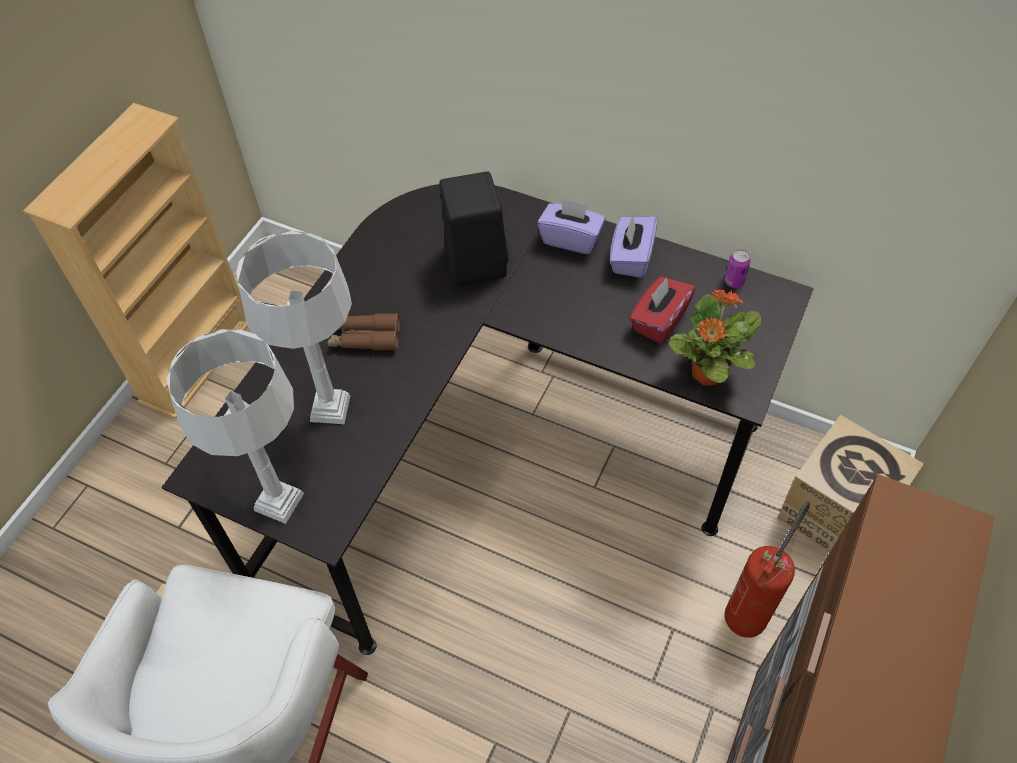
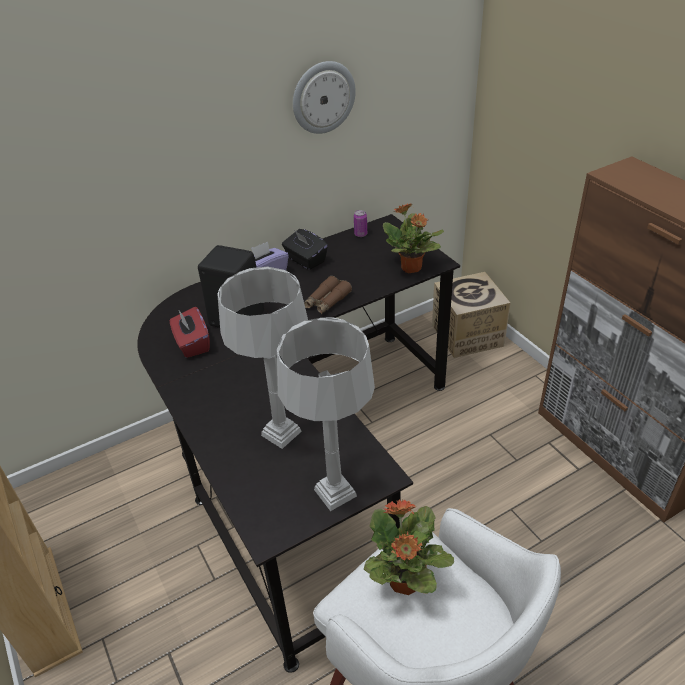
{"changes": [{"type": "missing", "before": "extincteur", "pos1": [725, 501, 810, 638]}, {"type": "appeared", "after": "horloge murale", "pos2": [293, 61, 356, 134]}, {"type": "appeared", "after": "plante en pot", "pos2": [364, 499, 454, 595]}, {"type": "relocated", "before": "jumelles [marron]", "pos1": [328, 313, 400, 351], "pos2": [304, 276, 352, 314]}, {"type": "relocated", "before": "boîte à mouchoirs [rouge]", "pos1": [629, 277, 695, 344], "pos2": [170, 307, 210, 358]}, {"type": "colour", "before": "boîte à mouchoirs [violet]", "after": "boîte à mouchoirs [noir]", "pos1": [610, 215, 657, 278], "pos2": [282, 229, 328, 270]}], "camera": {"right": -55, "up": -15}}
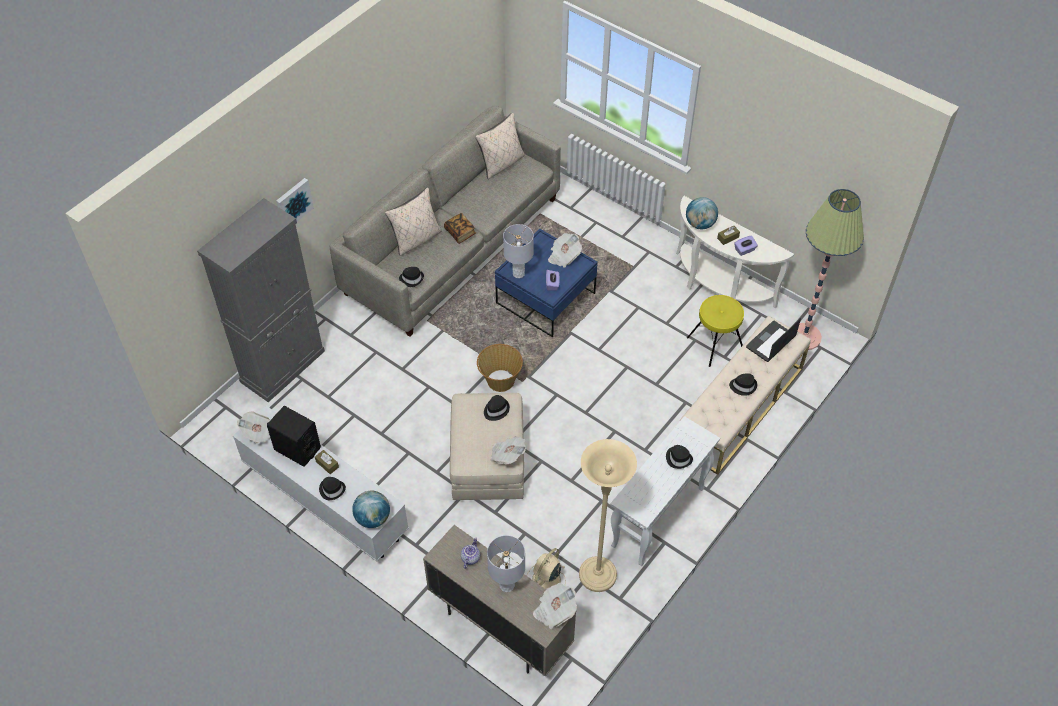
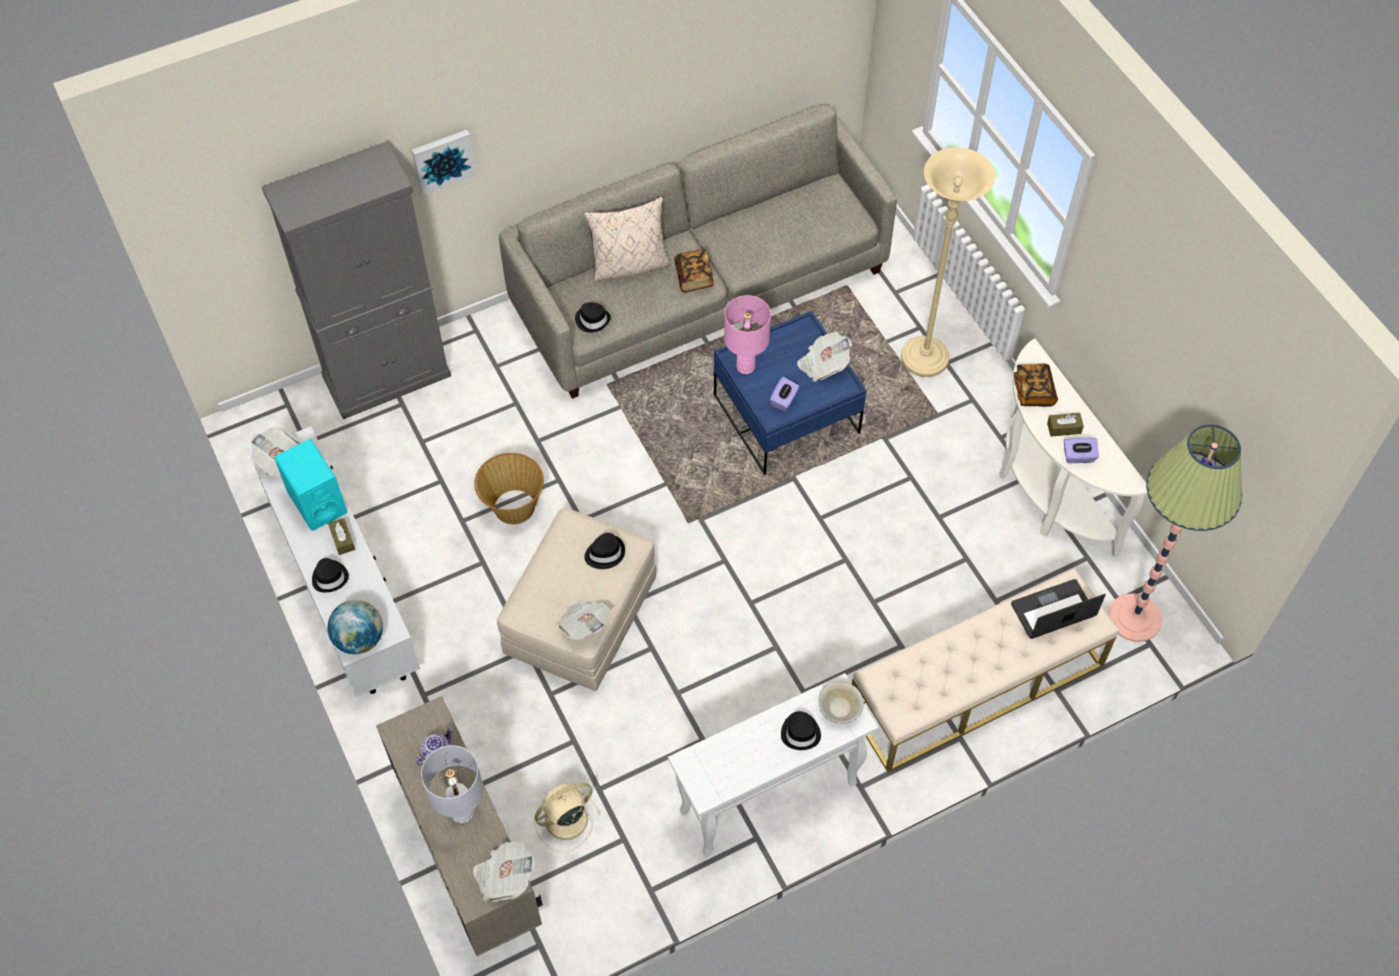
{"changes": [{"type": "missing", "before": "coussin [beige]", "pos1": [475, 113, 525, 179]}, {"type": "missing", "before": "tabouret [jaune]", "pos1": [687, 295, 744, 367]}, {"type": "missing", "before": "chapeau [noir]", "pos1": [729, 373, 757, 396]}, {"type": "appeared", "after": "bol [beige]", "pos2": [818, 682, 864, 724]}, {"type": "relocated", "before": "panier", "pos1": [477, 344, 523, 392], "pos2": [474, 453, 544, 524]}, {"type": "relocated", "before": "lampadaire [beige]", "pos1": [579, 439, 637, 592], "pos2": [901, 147, 995, 377]}, {"type": "exchanged", "before": "globe", "after": "livre", "pos1": [686, 197, 718, 230], "pos2": [1014, 364, 1058, 407]}, {"type": "colour", "before": "enceinte [noir]", "after": "enceinte [turquoise]", "pos1": [267, 406, 321, 467], "pos2": [274, 439, 347, 531]}, {"type": "colour", "before": "lampe de table [gris]", "after": "lampe de table [rose]", "pos1": [503, 224, 534, 278], "pos2": [724, 295, 771, 374]}], "camera": {"right": 25, "up": 5}}
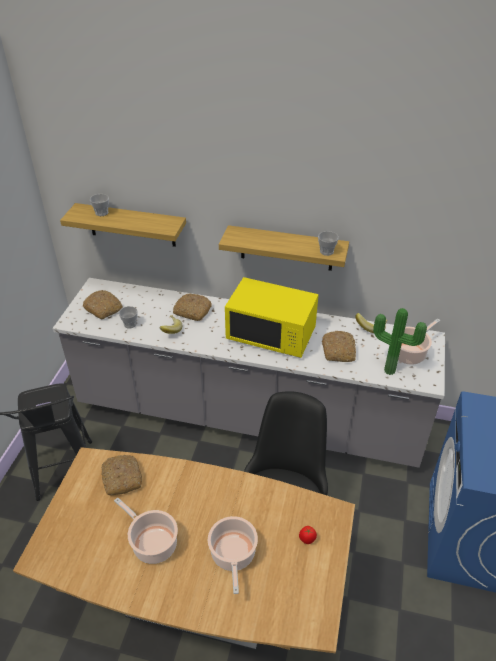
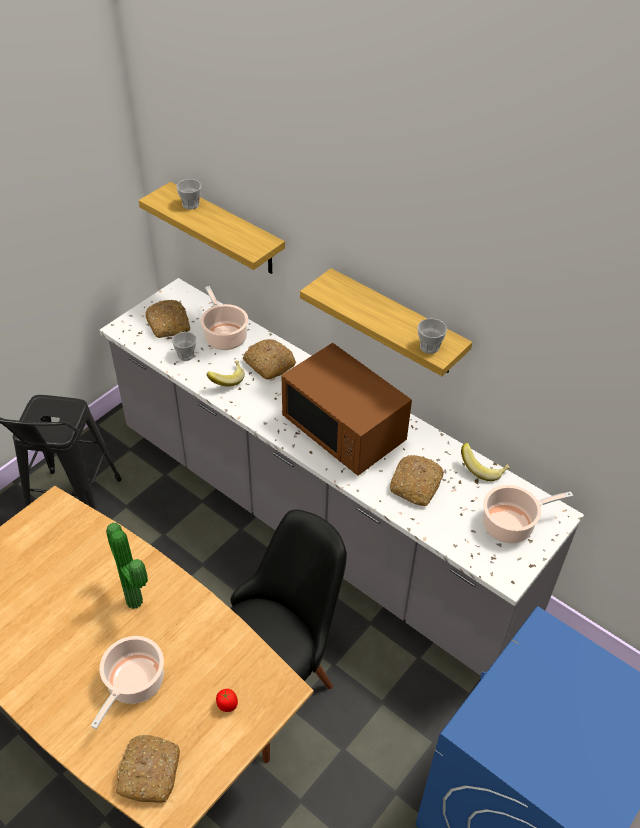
{"changes": [{"type": "relocated", "before": "pain", "pos1": [101, 455, 142, 495], "pos2": [116, 735, 180, 803]}, {"type": "relocated", "before": "marmite", "pos1": [114, 497, 178, 564], "pos2": [201, 286, 248, 350]}, {"type": "relocated", "before": "plante en pot", "pos1": [373, 308, 427, 375], "pos2": [106, 523, 148, 609]}, {"type": "colour", "before": "micro-ondes [jaune]", "after": "micro-ondes [marron]", "pos1": [225, 277, 319, 358], "pos2": [281, 343, 412, 476]}], "camera": {"right": 25, "up": 5}}
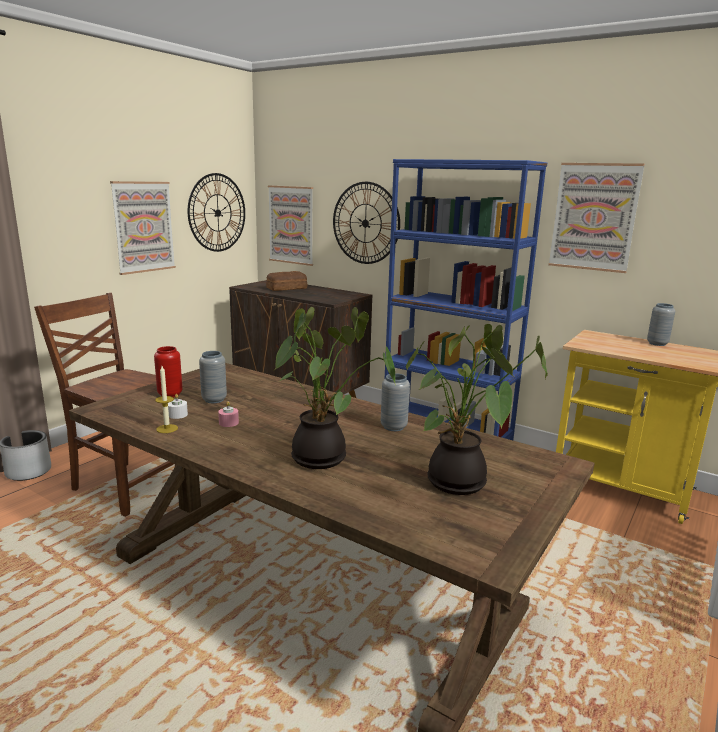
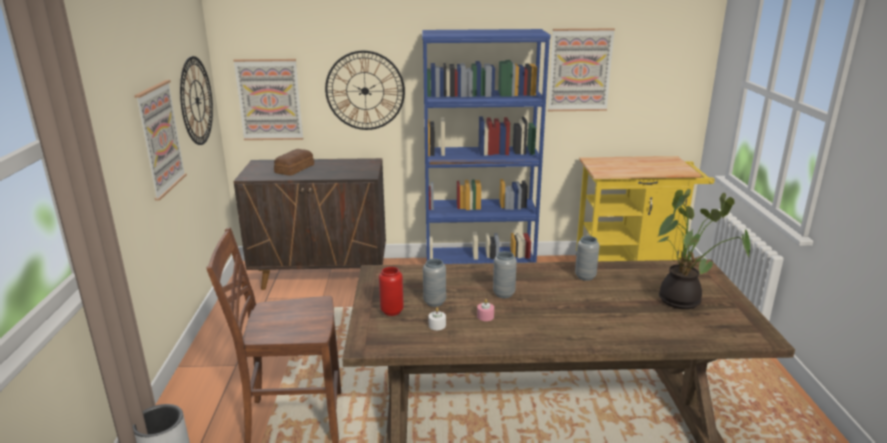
{"changes": [{"type": "missing", "before": "bougie", "pos1": [155, 366, 178, 433]}, {"type": "missing", "before": "plante en pot", "pos1": [274, 307, 396, 469]}, {"type": "relocated", "before": "vase [gris]", "pos1": [647, 303, 675, 346], "pos2": [493, 251, 517, 298]}], "camera": {"right": -35, "up": 5}}
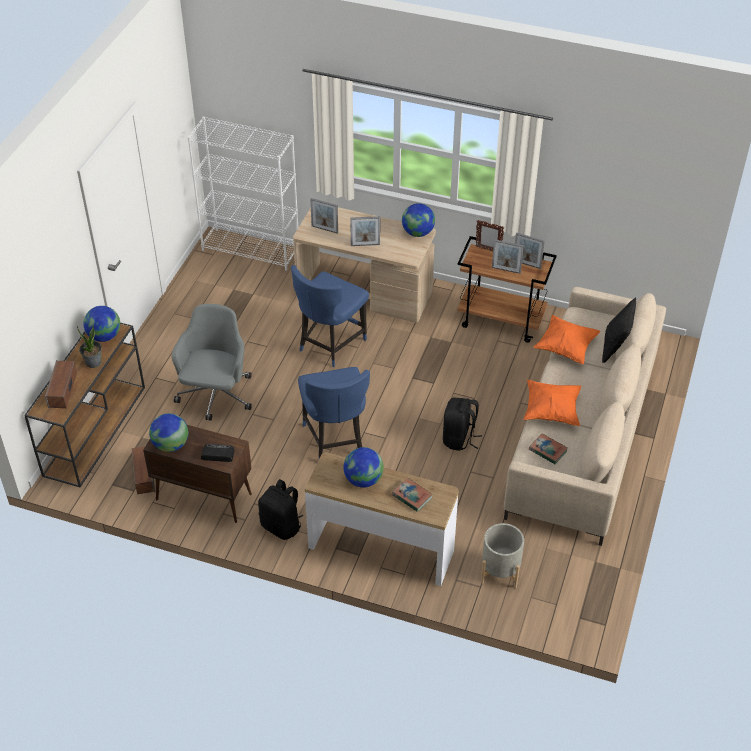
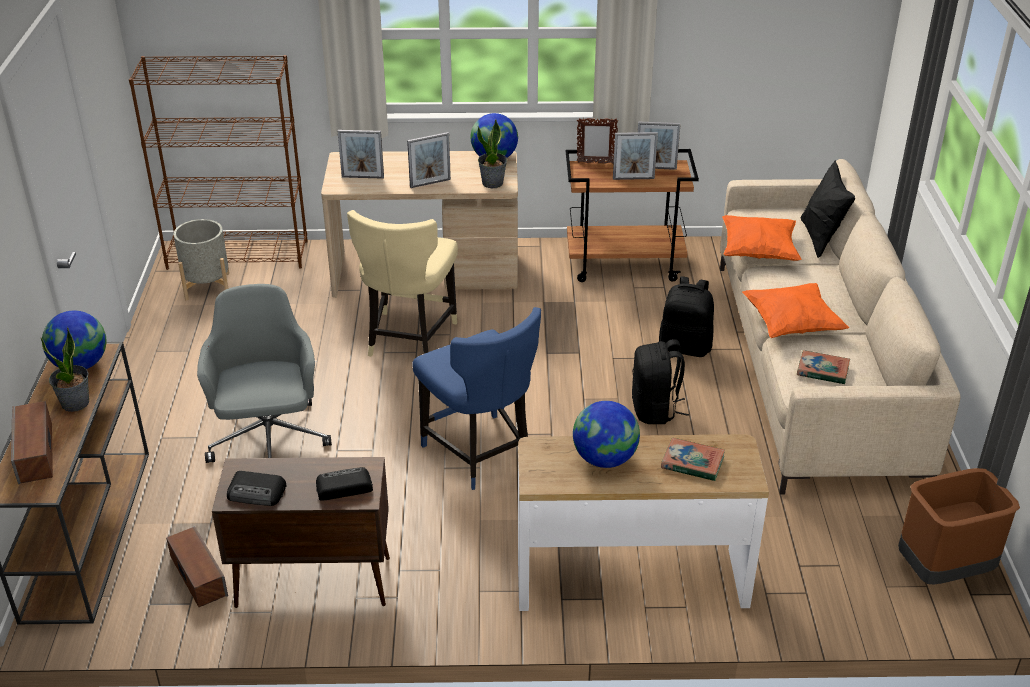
{"changes": [{"type": "appeared", "after": "plante en pot", "pos2": [477, 120, 507, 188]}, {"type": "appeared", "after": "poubelle [marron]", "pos2": [898, 468, 1020, 584]}, {"type": "relocated", "before": "sac à dos [noir]", "pos1": [258, 479, 303, 540], "pos2": [659, 276, 714, 357]}, {"type": "relocated", "before": "cache-pot [gris]", "pos1": [481, 523, 524, 588], "pos2": [174, 219, 229, 301]}, {"type": "exchanged", "before": "globe", "after": "radio", "pos1": [149, 413, 188, 452], "pos2": [227, 471, 287, 506]}, {"type": "colour", "before": "bibliothèque [blanc]", "after": "bibliothèque [marron]", "pos1": [187, 116, 298, 271], "pos2": [129, 55, 308, 270]}, {"type": "colour", "before": "chaise [bleu]", "after": "chaise [beige]", "pos1": [291, 265, 369, 367], "pos2": [347, 210, 458, 357]}], "camera": {"right": -20, "up": -10}}
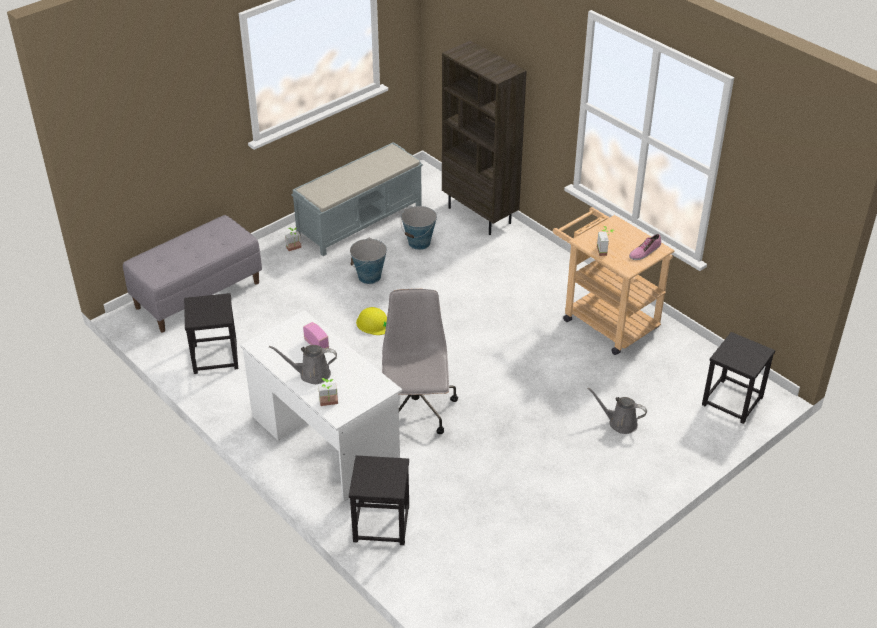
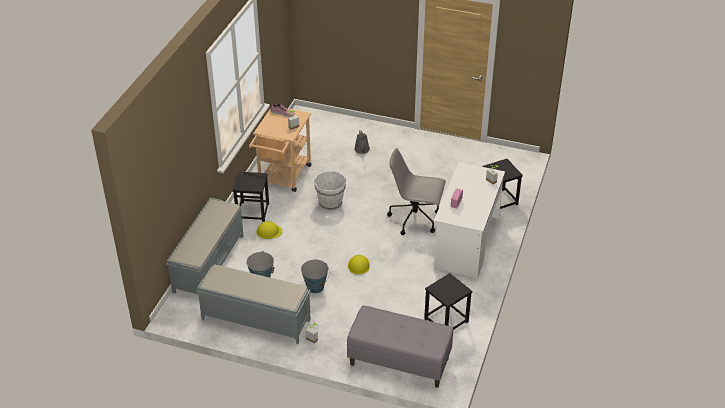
{"changes": [{"type": "missing", "before": "arrosoir [gris]", "pos1": [269, 345, 337, 384]}, {"type": "appeared", "after": "casque de chantier [jaune]", "pos2": [256, 221, 282, 239]}, {"type": "appeared", "after": "seau [blanc]", "pos2": [314, 171, 347, 210]}, {"type": "relocated", "before": "tabouret [noir]", "pos1": [702, 332, 775, 424], "pos2": [233, 172, 269, 222]}, {"type": "exchanged", "before": "bibliothèque [marron]", "after": "banc [gris]", "pos1": [442, 41, 527, 235], "pos2": [166, 197, 244, 294]}, {"type": "spun", "before": "chaise de bureau [gris]", "pos1": [382, 289, 458, 434], "pos2": [387, 148, 446, 235], "turn": 45}], "camera": {"right": -120, "up": 0}}
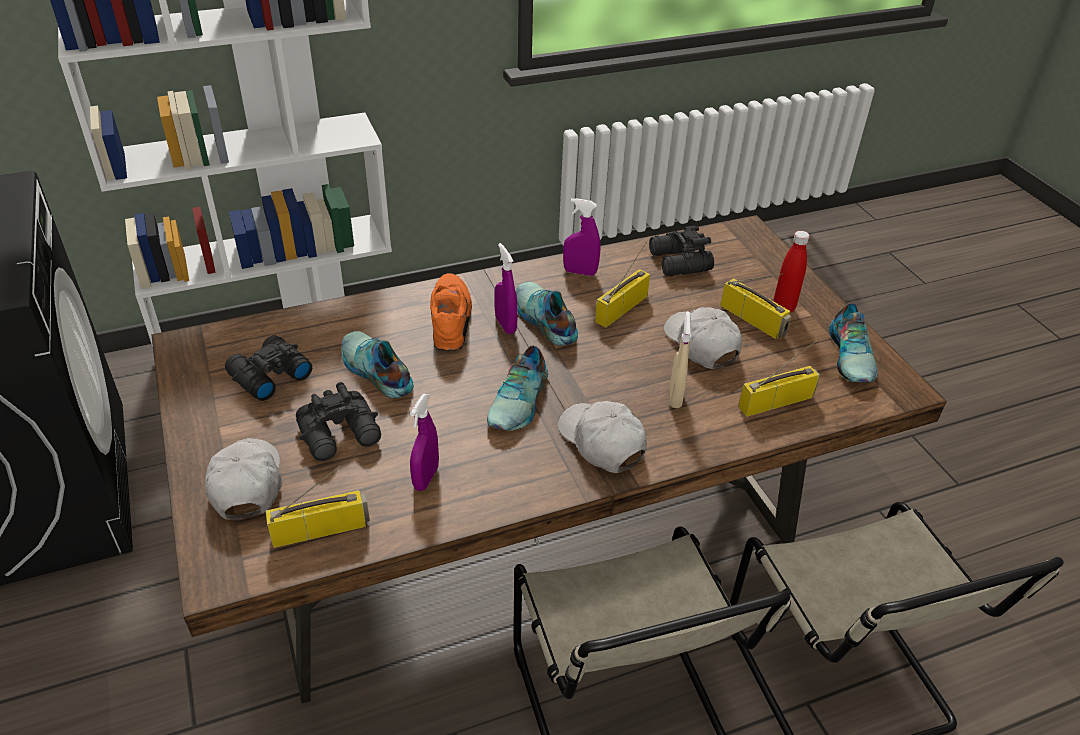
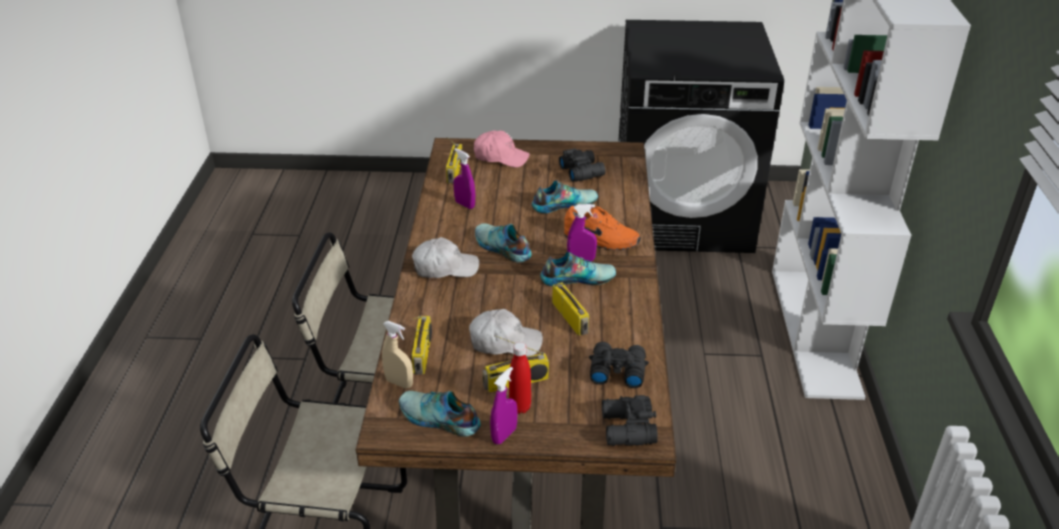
{"changes": [{"type": "relocated", "before": "jumelles [noir]", "pos1": [296, 382, 381, 461], "pos2": [602, 395, 658, 446]}, {"type": "relocated", "before": "vaporisateur [violet]", "pos1": [563, 198, 601, 276], "pos2": [490, 367, 518, 445]}, {"type": "relocated", "before": "vaporisateur [beige]", "pos1": [670, 311, 691, 408], "pos2": [382, 321, 413, 388]}, {"type": "colour", "before": "casquette [blanc]", "after": "casquette [rose]", "pos1": [205, 438, 282, 520], "pos2": [474, 131, 530, 168]}], "camera": {"right": 115, "up": -5}}
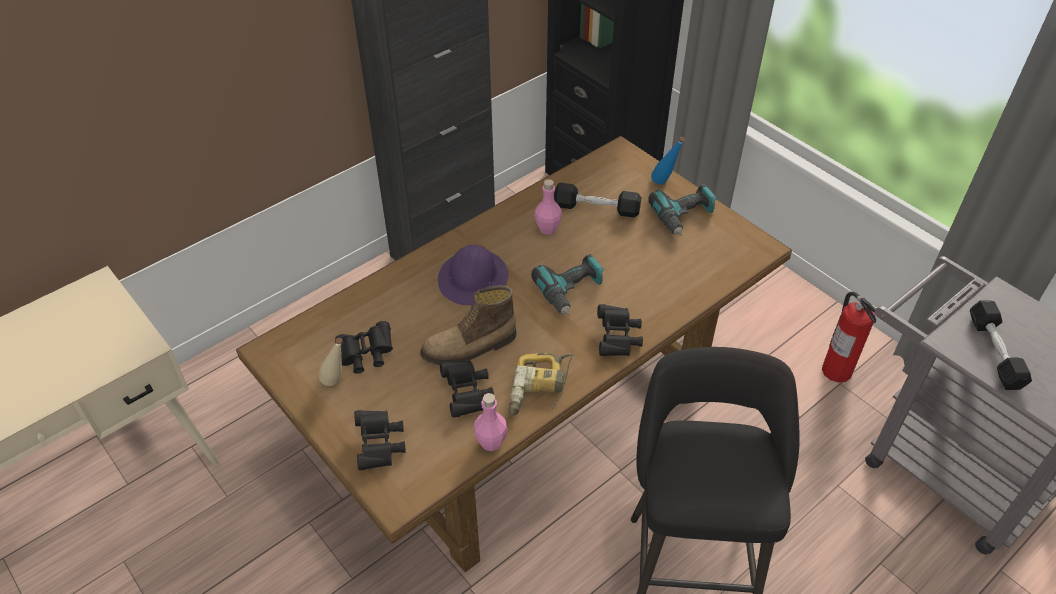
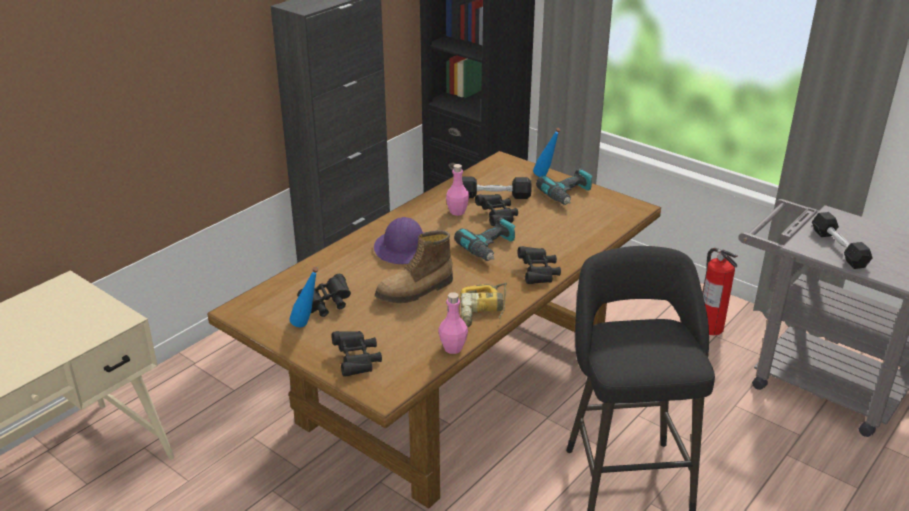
{"changes": [{"type": "relocated", "before": "jumelles [noir]", "pos1": [440, 361, 494, 418], "pos2": [475, 194, 518, 226]}, {"type": "colour", "before": "bouteille [beige]", "after": "bouteille [bleu]", "pos1": [319, 338, 342, 386], "pos2": [289, 267, 319, 327]}], "camera": {"right": -10, "up": -15}}
